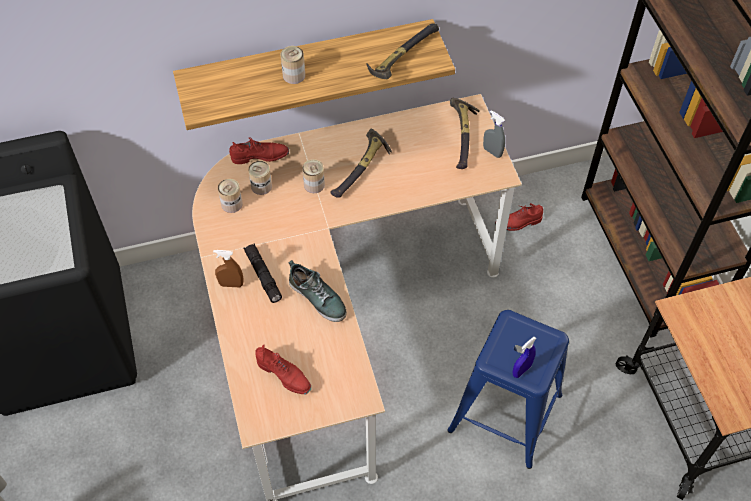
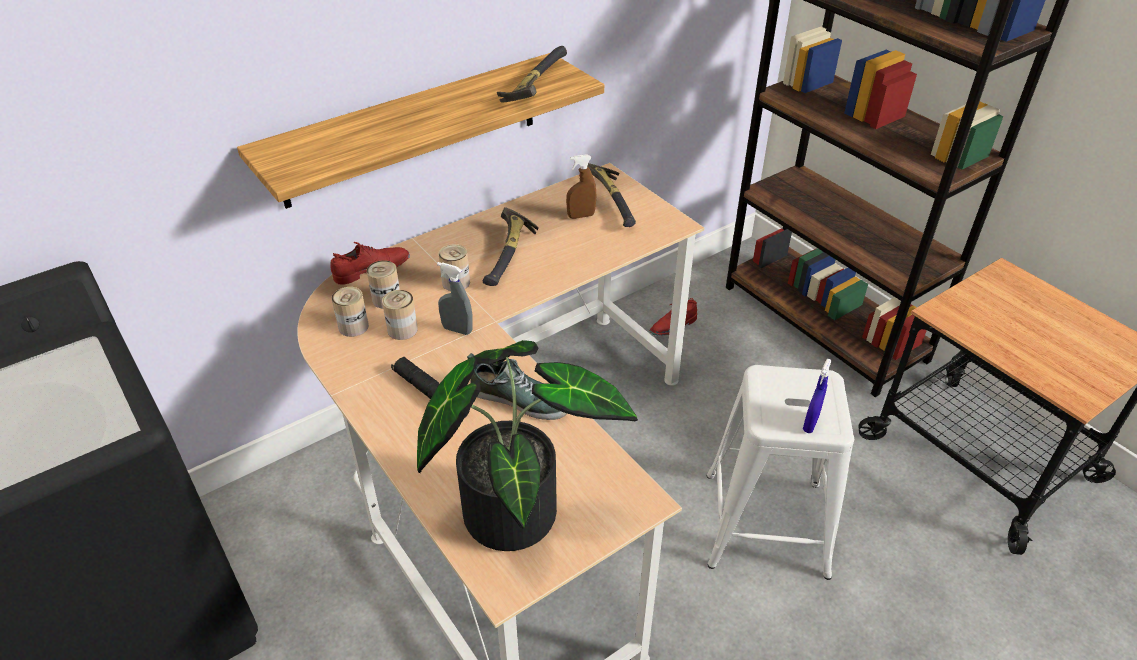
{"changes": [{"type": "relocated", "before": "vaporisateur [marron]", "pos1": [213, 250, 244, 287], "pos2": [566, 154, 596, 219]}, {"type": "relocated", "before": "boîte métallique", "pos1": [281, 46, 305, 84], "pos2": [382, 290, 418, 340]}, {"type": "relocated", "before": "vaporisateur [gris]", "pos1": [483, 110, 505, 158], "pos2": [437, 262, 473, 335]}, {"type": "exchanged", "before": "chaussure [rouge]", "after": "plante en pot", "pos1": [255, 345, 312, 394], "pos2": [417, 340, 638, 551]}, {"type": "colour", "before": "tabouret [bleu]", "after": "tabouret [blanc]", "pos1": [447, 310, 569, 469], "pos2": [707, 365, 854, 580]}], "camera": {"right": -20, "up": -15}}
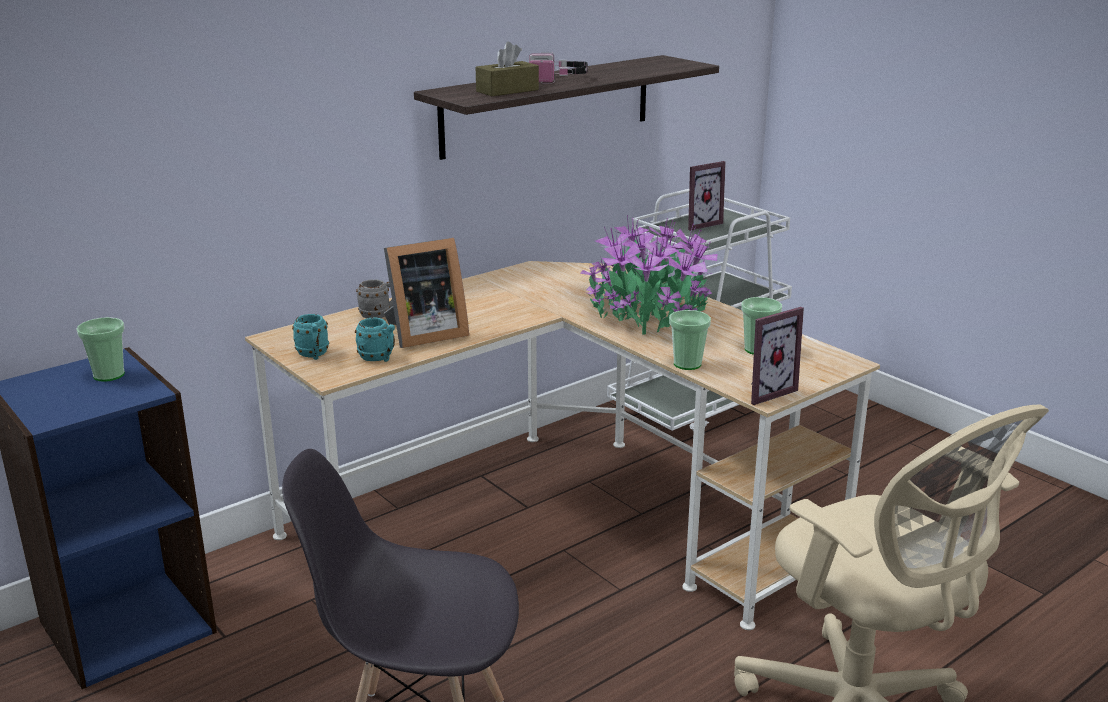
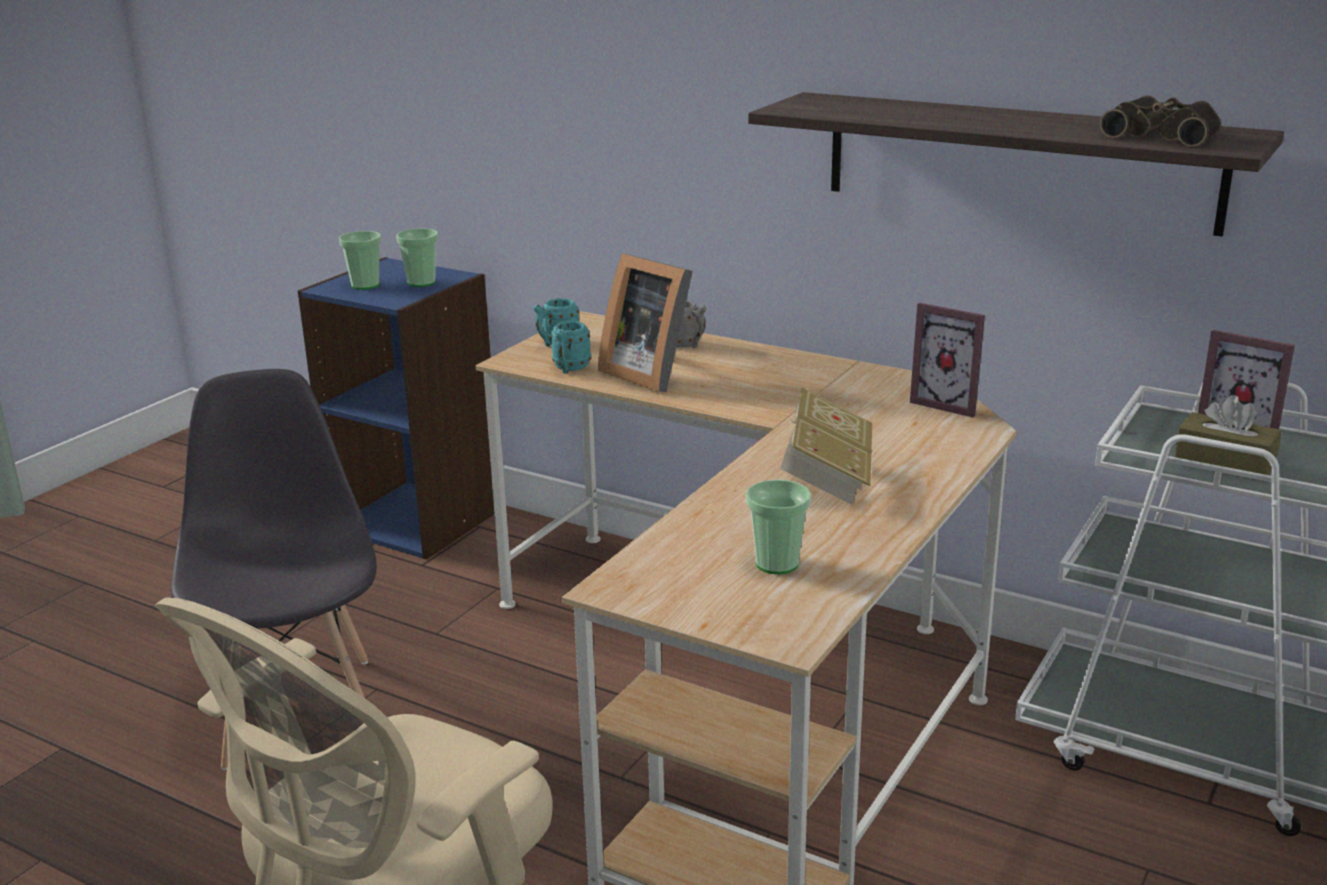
{"changes": [{"type": "missing", "before": "casque audio", "pos1": [529, 52, 588, 84]}, {"type": "appeared", "after": "jumelles", "pos2": [1100, 96, 1221, 147]}, {"type": "relocated", "before": "boîte à mouchoirs [marron]", "pos1": [476, 42, 539, 96], "pos2": [1175, 395, 1281, 481]}, {"type": "relocated", "before": "tasse", "pos1": [669, 310, 711, 370], "pos2": [339, 231, 381, 290]}, {"type": "relocated", "before": "cadre photo", "pos1": [751, 307, 804, 405], "pos2": [910, 303, 985, 418]}, {"type": "exchanged", "before": "plante en pot", "after": "livre", "pos1": [580, 215, 717, 334], "pos2": [780, 387, 872, 505]}], "camera": {"right": 70, "up": 0}}
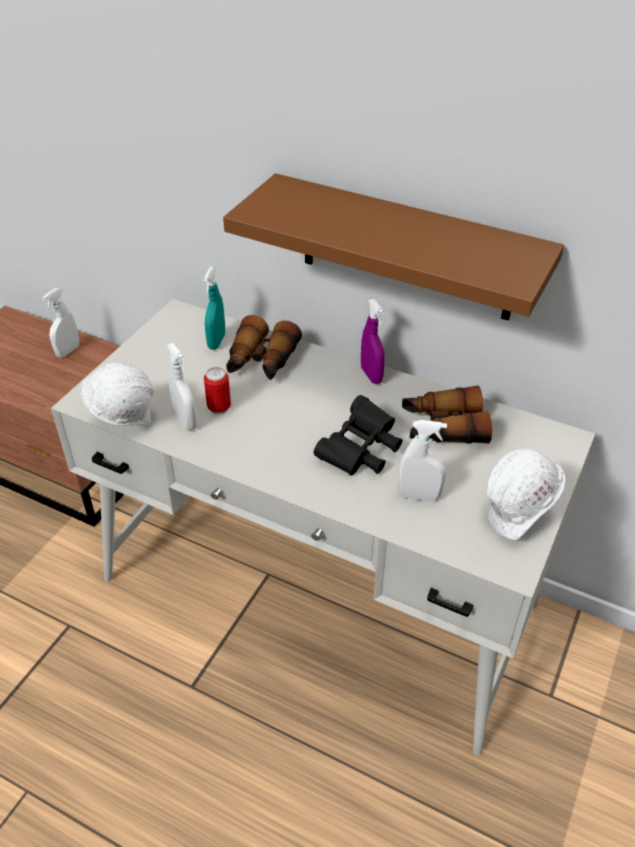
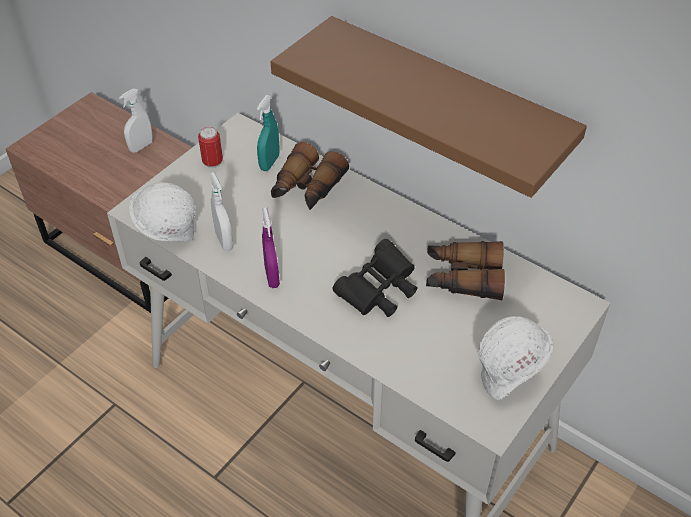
{"changes": [{"type": "missing", "before": "vaporisateur [blanc]", "pos1": [398, 420, 447, 502]}, {"type": "relocated", "before": "boîte métallique", "pos1": [204, 367, 231, 415], "pos2": [198, 127, 223, 168]}, {"type": "relocated", "before": "vaporisateur [violet]", "pos1": [361, 299, 385, 384], "pos2": [262, 207, 280, 288]}], "camera": {"right": 10, "up": 5}}
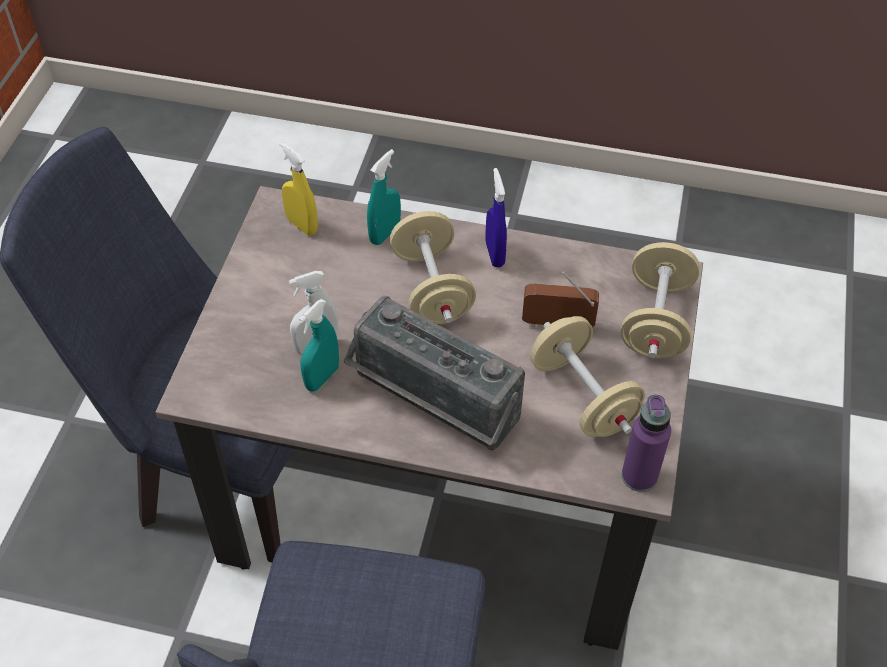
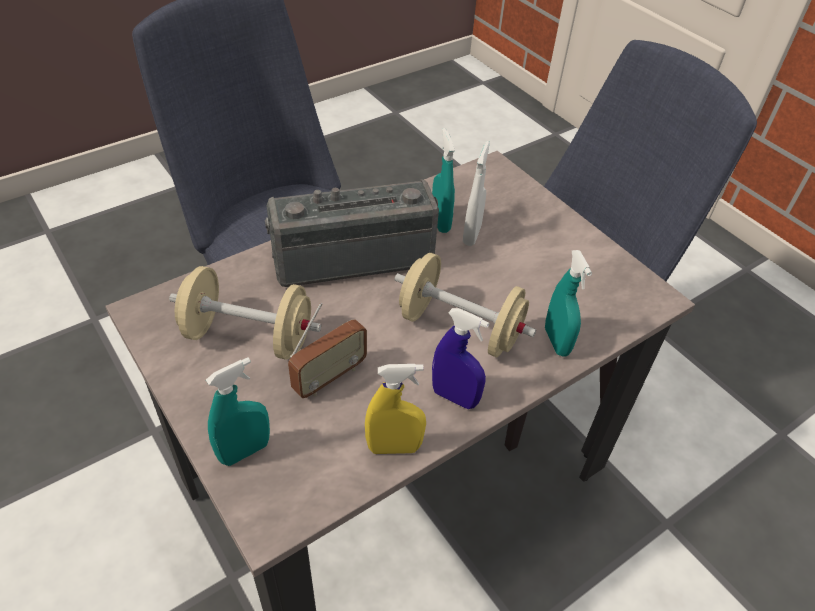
{"changes": [{"type": "missing", "before": "bouteille [violet]", "pos1": [622, 395, 671, 492]}, {"type": "relocated", "before": "vaporisateur [jaune]", "pos1": [280, 142, 318, 236], "pos2": [365, 364, 426, 454]}, {"type": "exchanged", "before": "haltère [beige]", "after": "vaporisateur [turquoise]", "pos1": [621, 242, 700, 358], "pos2": [206, 357, 270, 466]}], "camera": {"right": 130, "up": -5}}
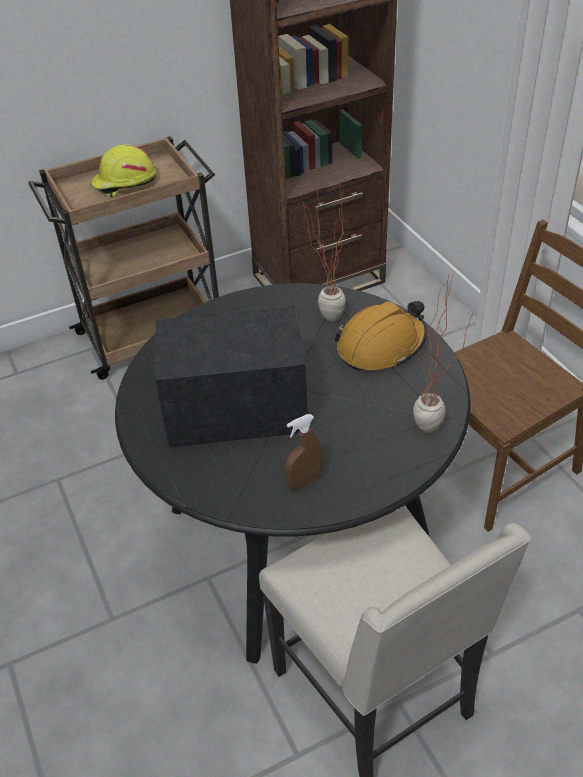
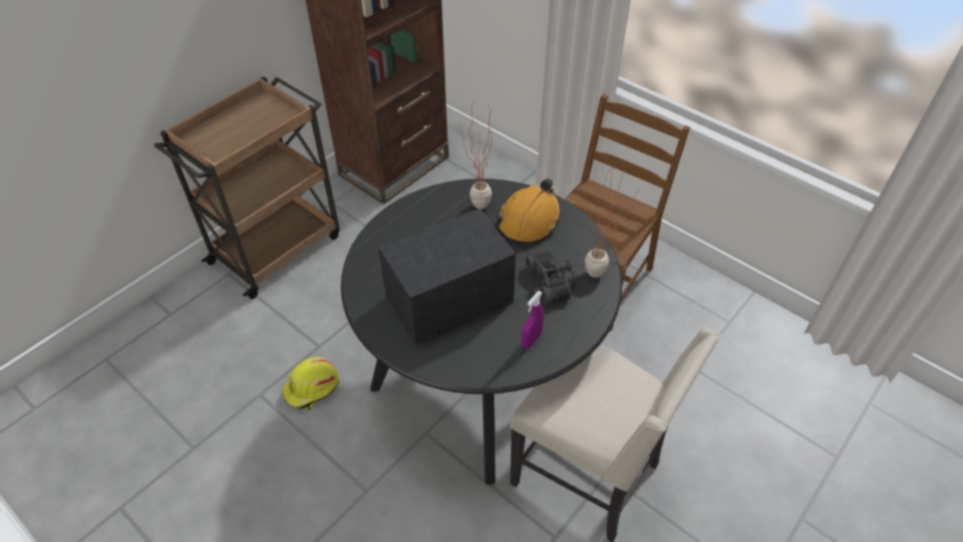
{"changes": [{"type": "appeared", "after": "jumelles [noir]", "pos2": [526, 251, 578, 305]}, {"type": "relocated", "before": "casque de chantier [jaune]", "pos1": [90, 144, 156, 197], "pos2": [283, 357, 339, 410]}, {"type": "colour", "before": "vaporisateur [marron]", "after": "vaporisateur [violet]", "pos1": [285, 414, 322, 489], "pos2": [521, 291, 544, 349]}], "camera": {"right": -25, "up": 5}}
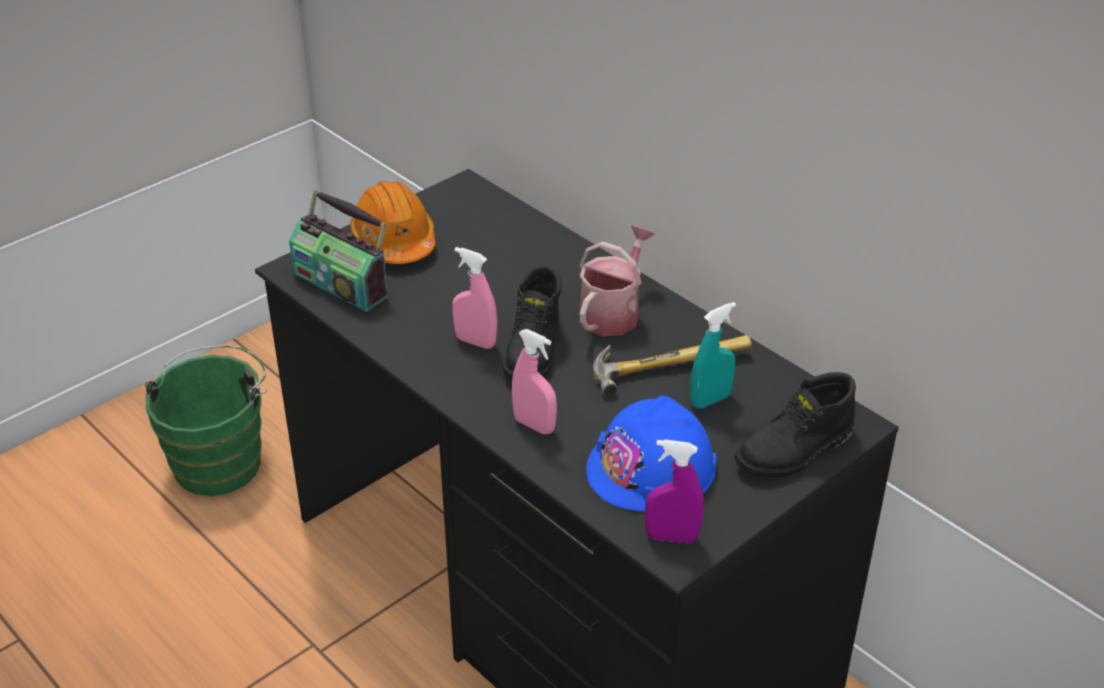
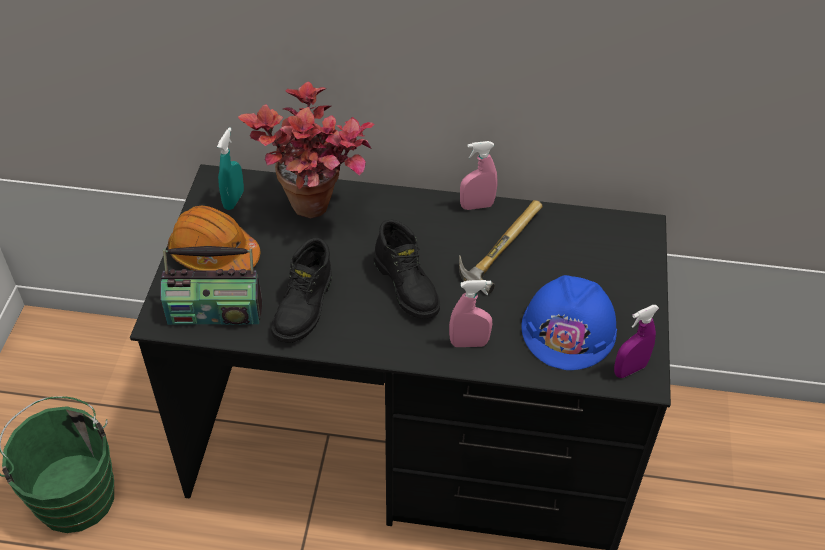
{"changes": [{"type": "missing", "before": "arrosoir", "pos1": [579, 225, 655, 336]}, {"type": "appeared", "after": "plante en pot", "pos2": [238, 81, 374, 218]}, {"type": "relocated", "before": "vaporisateur [rose]", "pos1": [452, 247, 497, 349], "pos2": [460, 141, 497, 210]}, {"type": "relocated", "before": "vaporisateur [turquoise]", "pos1": [690, 302, 736, 409], "pos2": [217, 127, 244, 210]}, {"type": "relocated", "before": "botte [noir]", "pos1": [734, 372, 856, 478], "pos2": [271, 238, 332, 343]}], "camera": {"right": -40, "up": 10}}
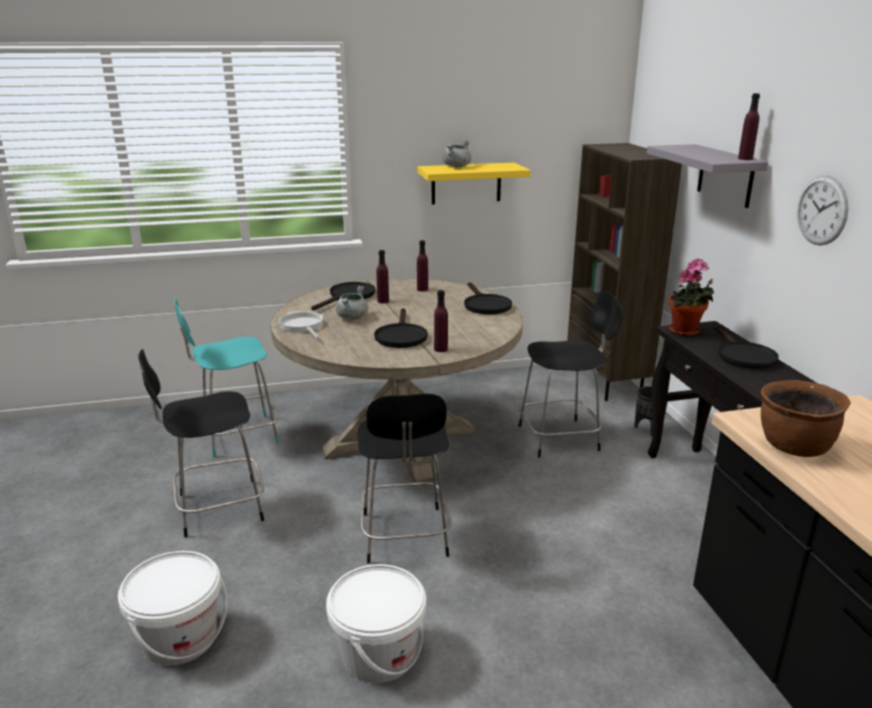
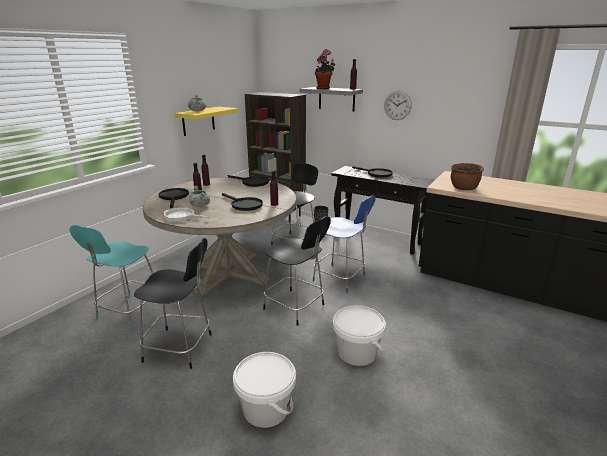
{"changes": [{"type": "appeared", "after": "chaise [bleu]", "pos2": [313, 195, 375, 293]}, {"type": "relocated", "before": "plante en pot", "pos1": [669, 258, 714, 336], "pos2": [315, 49, 335, 89]}, {"type": "spun", "before": "chaise [noir]", "pos1": [138, 349, 264, 537], "pos2": [134, 238, 212, 369], "turn": -105}], "camera": {"right": -45, "up": 0}}
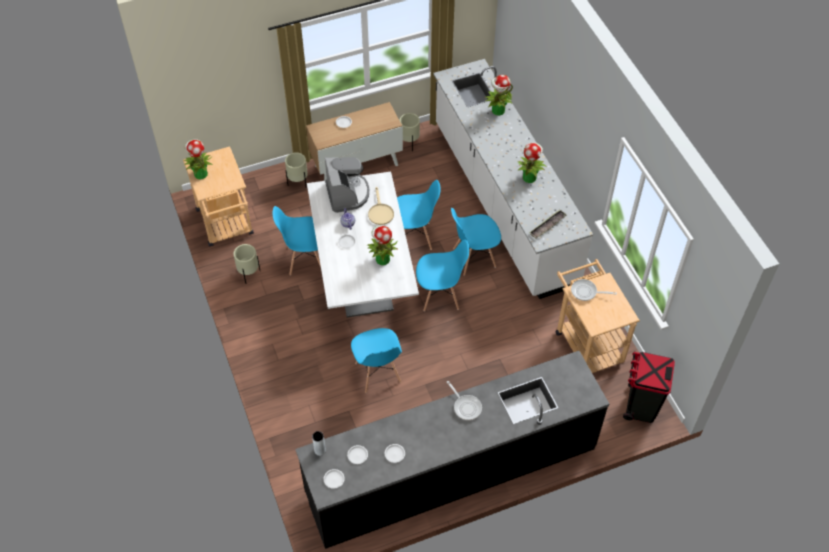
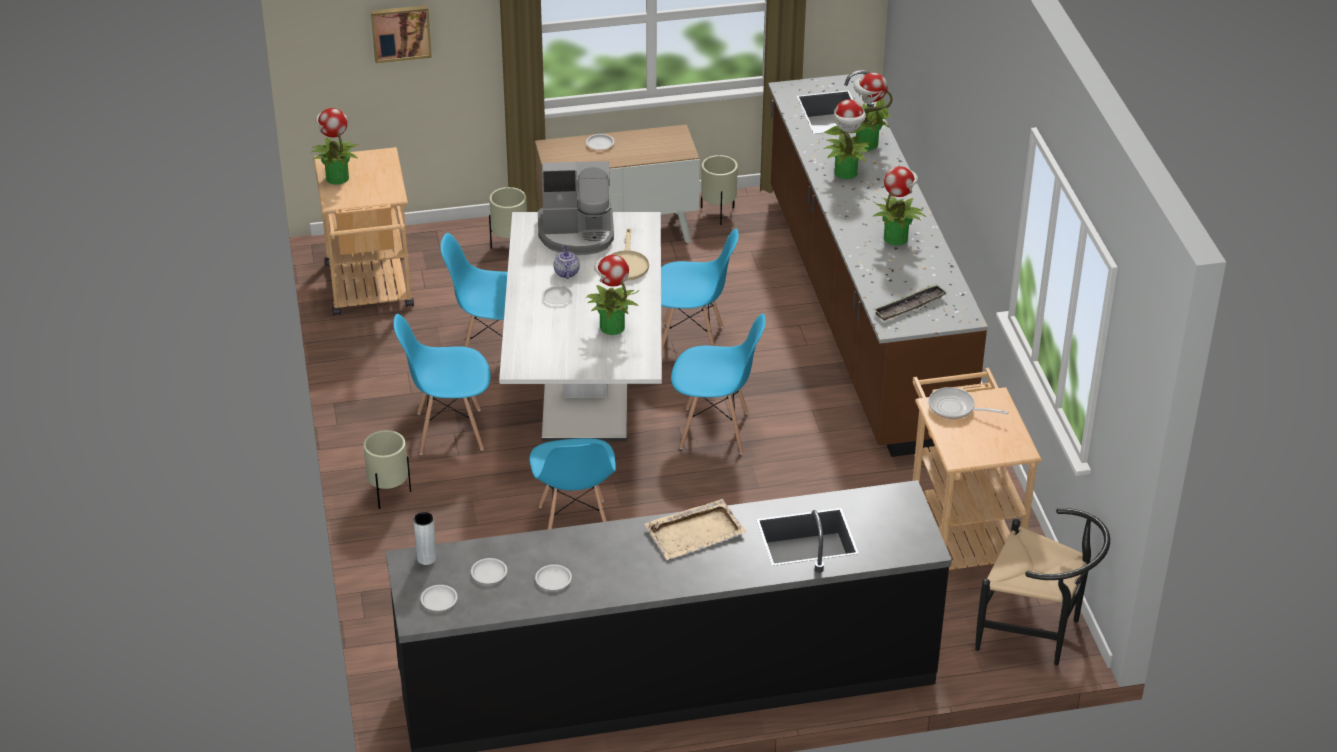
{"changes": [{"type": "appeared", "after": "tableau", "pos2": [371, 5, 432, 63]}, {"type": "appeared", "after": "plante en pot", "pos2": [823, 99, 872, 179]}, {"type": "relocated", "before": "cache-pot [beige]", "pos1": [233, 244, 260, 284], "pos2": [363, 430, 411, 509]}, {"type": "relocated", "before": "chaise [bleu]", "pos1": [451, 208, 501, 276], "pos2": [393, 314, 491, 455]}, {"type": "exchanged", "before": "poêle", "after": "plateau [beige]", "pos1": [447, 381, 482, 420], "pos2": [644, 499, 746, 560]}, {"type": "exchanged", "before": "poubelle [noir]", "after": "chaise [noir]", "pos1": [623, 352, 675, 423], "pos2": [975, 508, 1110, 666]}, {"type": "colour", "before": "comptoir de cuisine [blanc]", "after": "comptoir de cuisine [marron]", "pos1": [433, 59, 593, 299], "pos2": [768, 70, 988, 457]}, {"type": "spun", "before": "machine à café", "pos1": [325, 157, 369, 213], "pos2": [538, 161, 614, 255], "turn": 90}], "camera": {"right": 10, "up": -15}}
